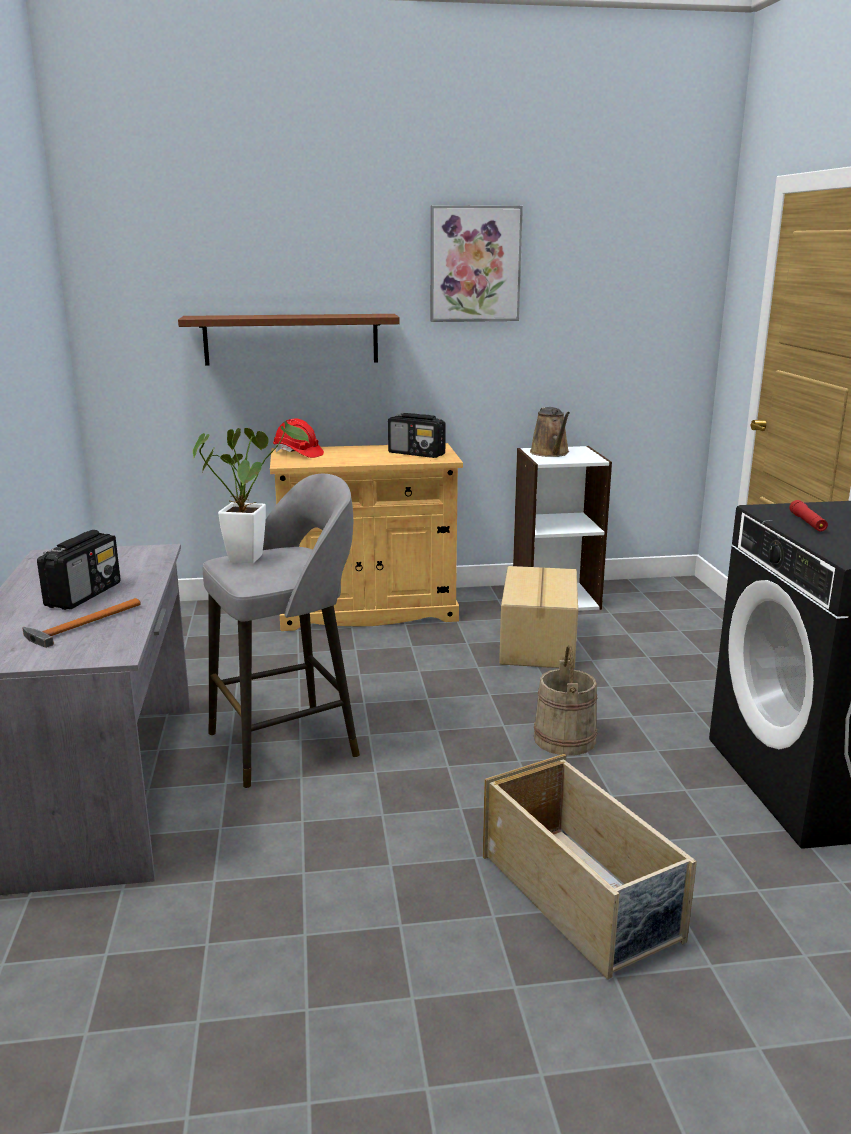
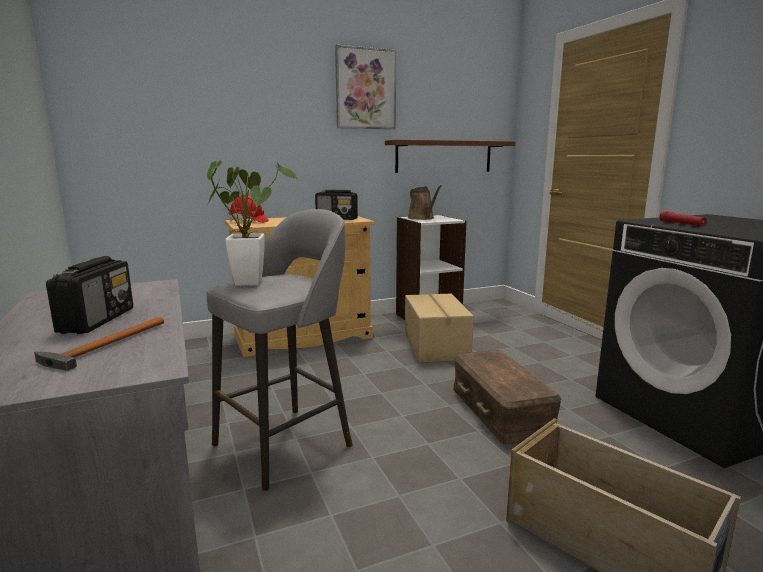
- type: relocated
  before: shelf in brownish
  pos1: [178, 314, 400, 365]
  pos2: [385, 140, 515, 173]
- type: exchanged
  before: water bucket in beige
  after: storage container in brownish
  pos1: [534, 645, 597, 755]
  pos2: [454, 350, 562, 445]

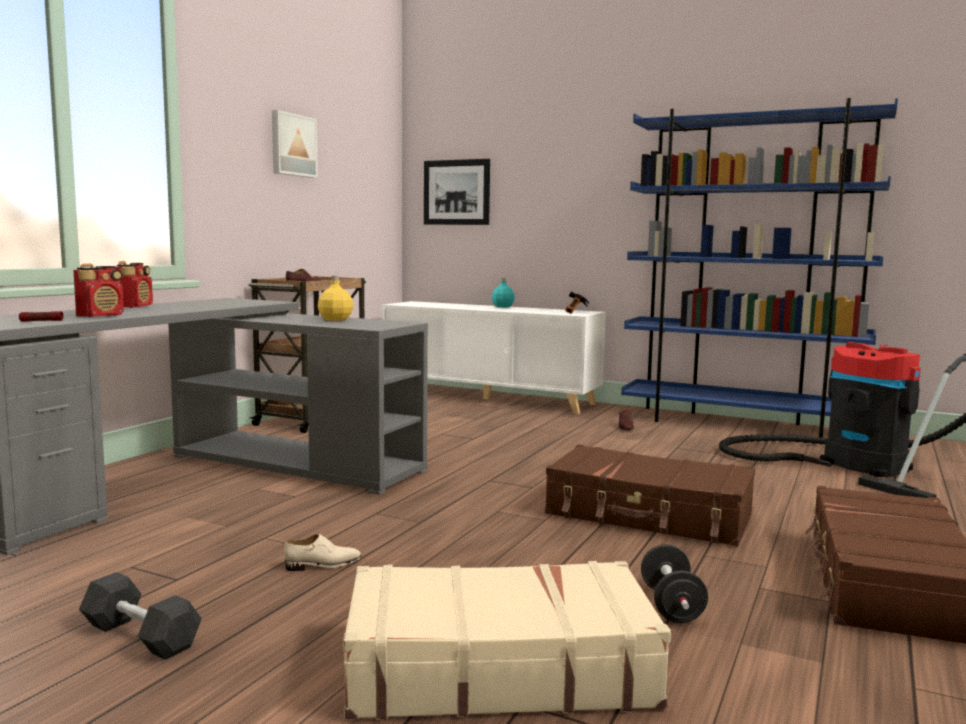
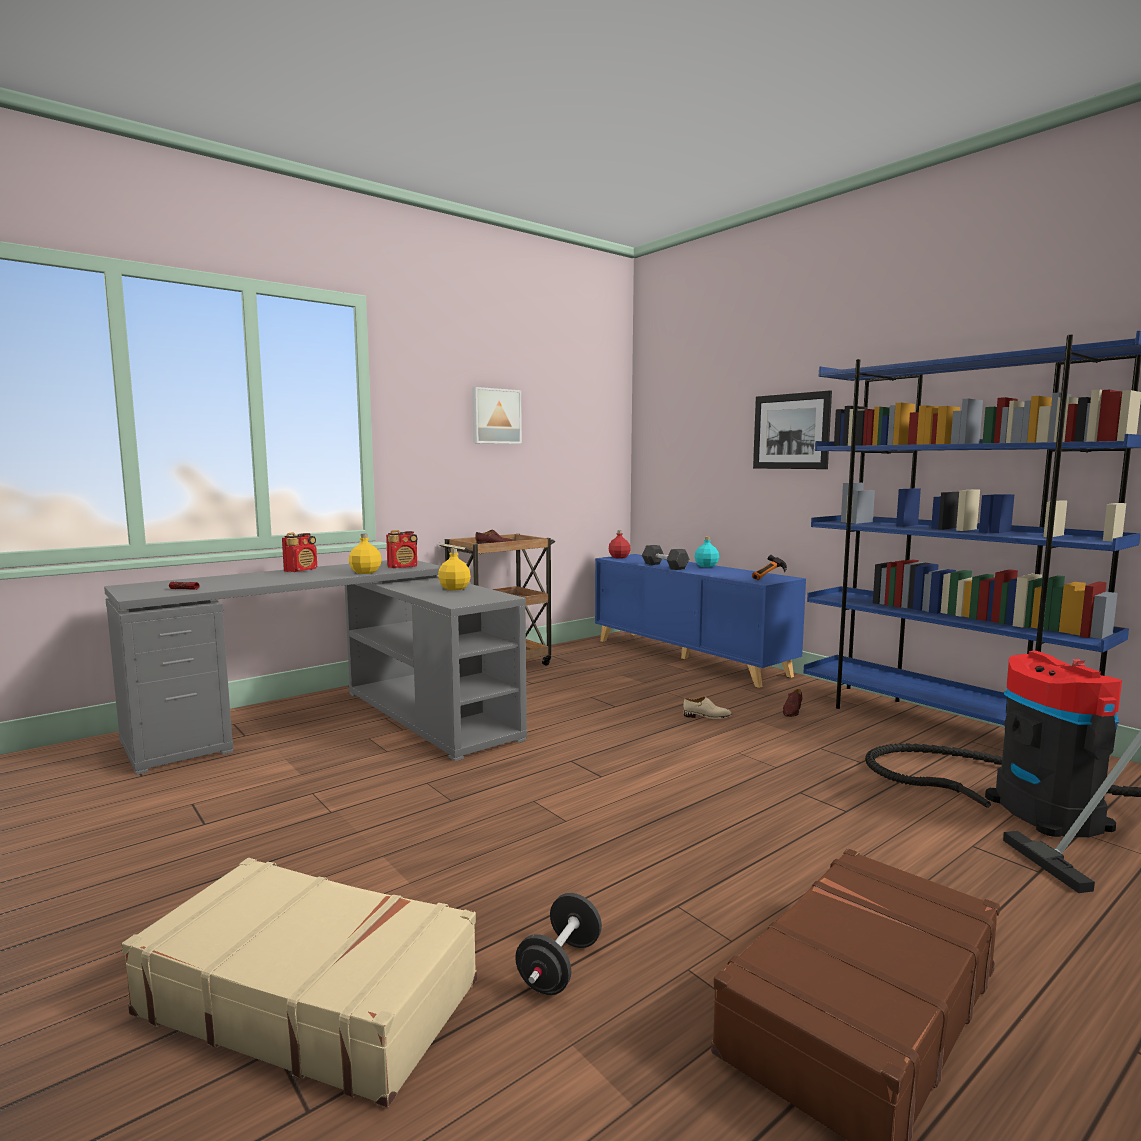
- type: missing
  before: suitcase in brownish
  pos1: [545, 444, 755, 547]
- type: appeared
  after: bottle in yellowish
  pos2: [349, 534, 382, 574]
- type: appeared
  after: bottle in red
  pos2: [609, 530, 631, 559]
- type: relocated
  before: radio set
  pos1: [73, 264, 124, 317]
  pos2: [386, 530, 418, 568]
- type: relocated
  before: dumbbell in greyish
  pos1: [79, 572, 202, 660]
  pos2: [642, 545, 689, 570]
- type: relocated
  before: shoe in beige
  pos1: [284, 534, 361, 571]
  pos2: [683, 697, 732, 719]
- type: relocated
  before: picture
  pos1: [424, 159, 490, 225]
  pos2: [753, 391, 832, 469]
- type: colour
  before: storage cabinet in white-coloured
  after: storage cabinet in bluish
  pos1: [381, 301, 606, 414]
  pos2: [595, 554, 806, 688]

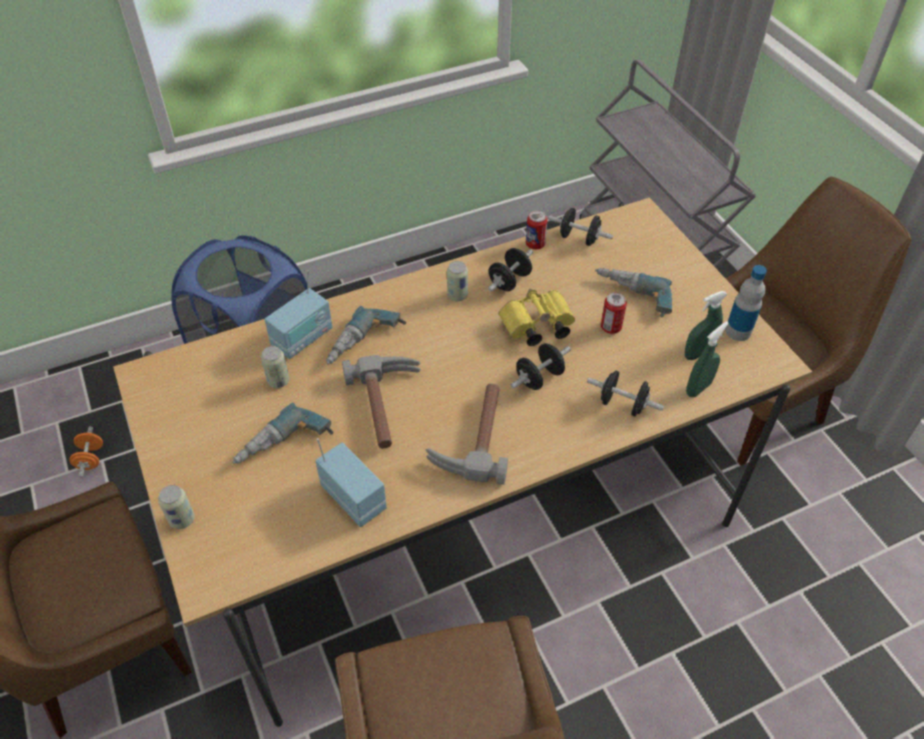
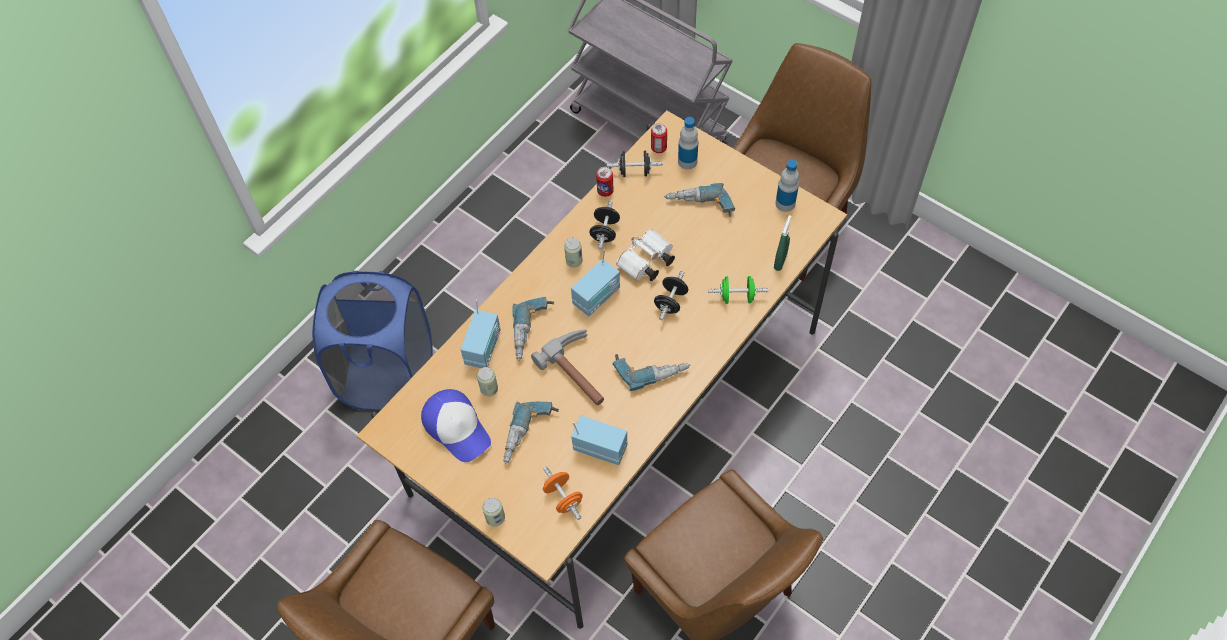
- type: missing
  before: sprayer in green-coloured
  pos1: [685, 291, 727, 360]
- type: appeared
  after: cap
  pos2: [421, 389, 491, 462]
- type: appeared
  after: radio set
  pos2: [571, 249, 620, 316]
- type: appeared
  after: bottle
  pos2: [678, 117, 698, 169]
- type: relocated
  before: dumbbell in orange-coloured
  pos1: [70, 426, 103, 477]
  pos2: [543, 466, 583, 520]
- type: relocated
  before: sealed can
  pos1: [601, 293, 627, 334]
  pos2: [651, 123, 667, 153]
- type: exchanged
  before: hand hammer
  after: drill
  pos1: [426, 383, 508, 485]
  pos2: [613, 354, 691, 391]
- type: colour
  before: pair of binoculars in yellowish
  after: pair of binoculars in white-coloured
  pos1: [499, 289, 575, 346]
  pos2: [616, 229, 675, 281]
- type: colour
  before: dumbbell in blackish
  after: dumbbell in green-coloured
  pos1: [587, 371, 664, 416]
  pos2: [708, 276, 768, 304]

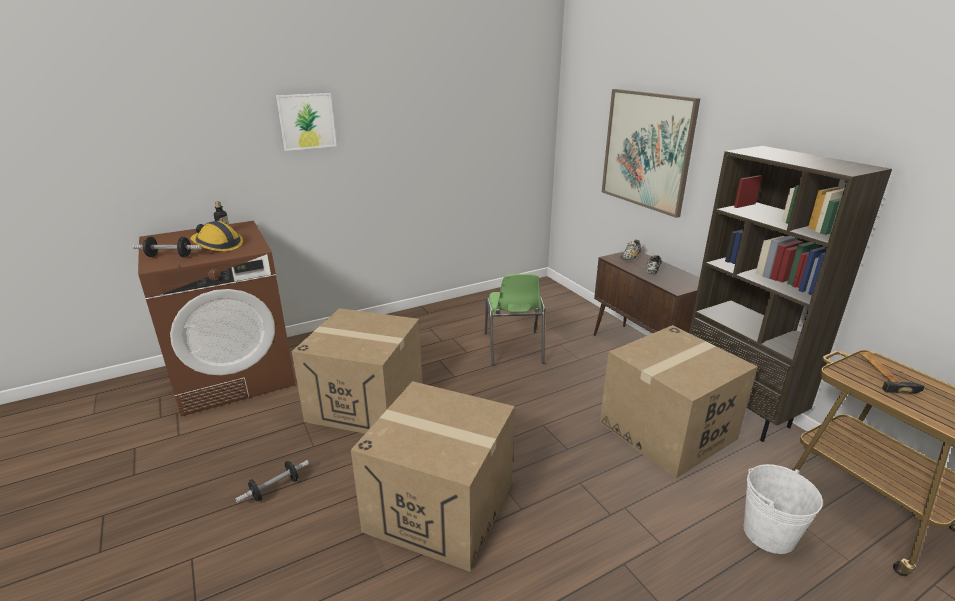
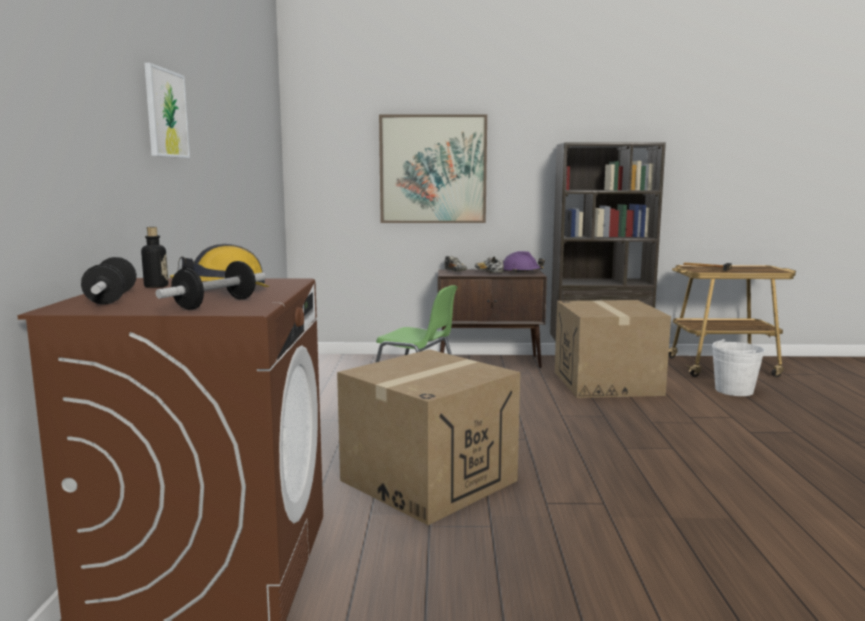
- type: missing
  before: cardboard box
  pos1: [351, 381, 515, 572]
- type: appeared
  after: hard hat in purplish
  pos2: [503, 251, 545, 273]
- type: relocated
  before: dumbbell
  pos1: [235, 460, 309, 503]
  pos2: [81, 257, 137, 305]

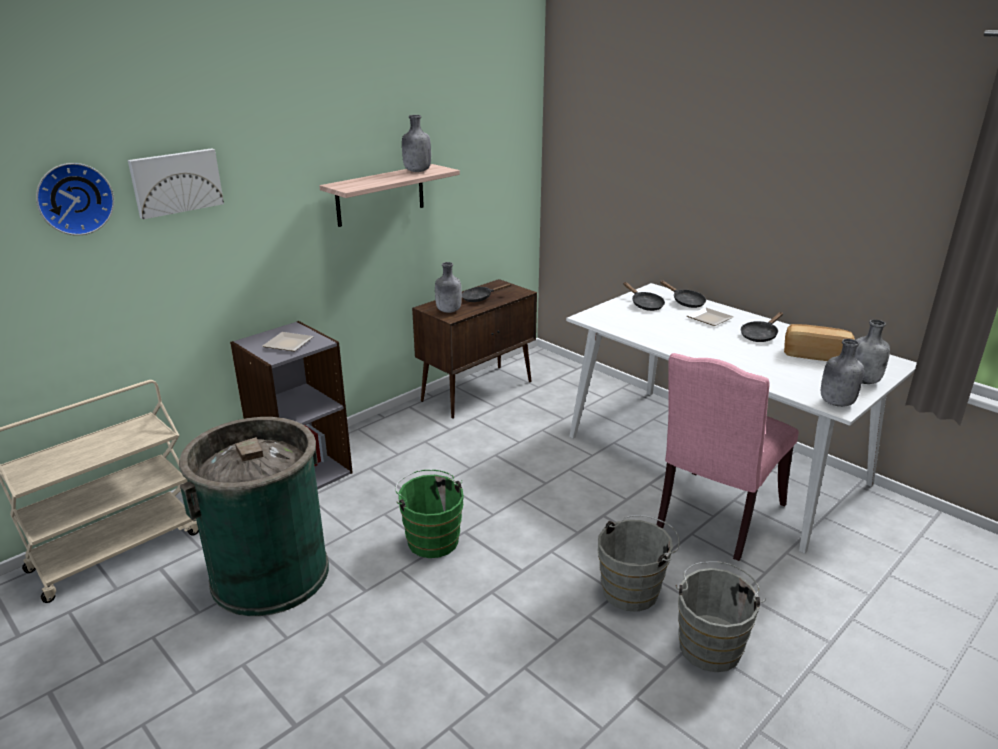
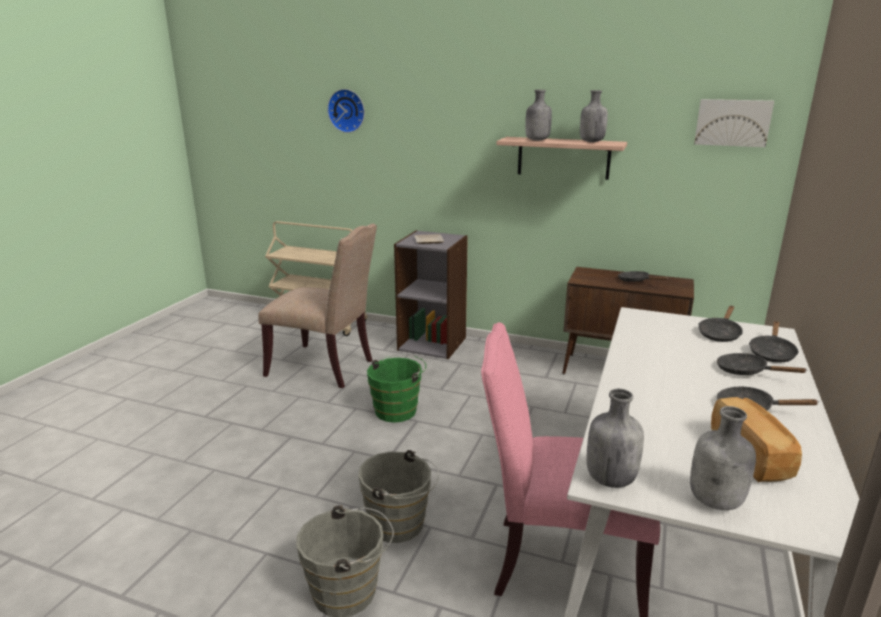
- type: relocated
  before: picture
  pos1: [128, 148, 224, 219]
  pos2: [694, 99, 774, 147]
- type: relocated
  before: bottle in greyish
  pos1: [435, 262, 462, 313]
  pos2: [525, 90, 552, 141]
- type: exchanged
  before: waste bin in green-coloured
  after: plain chair in beige
  pos1: [179, 417, 329, 616]
  pos2: [258, 224, 377, 388]
- type: exchanged
  before: plate
  after: frying pan in blackish
  pos1: [687, 308, 733, 326]
  pos2: [717, 353, 808, 375]

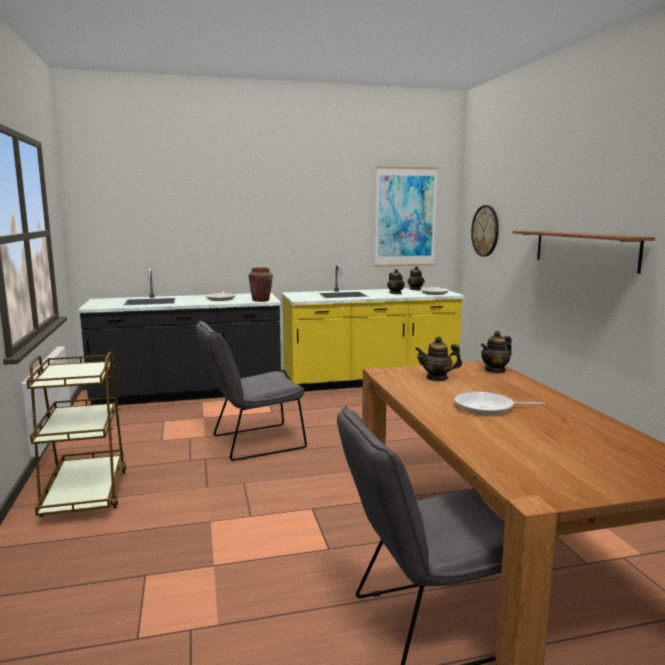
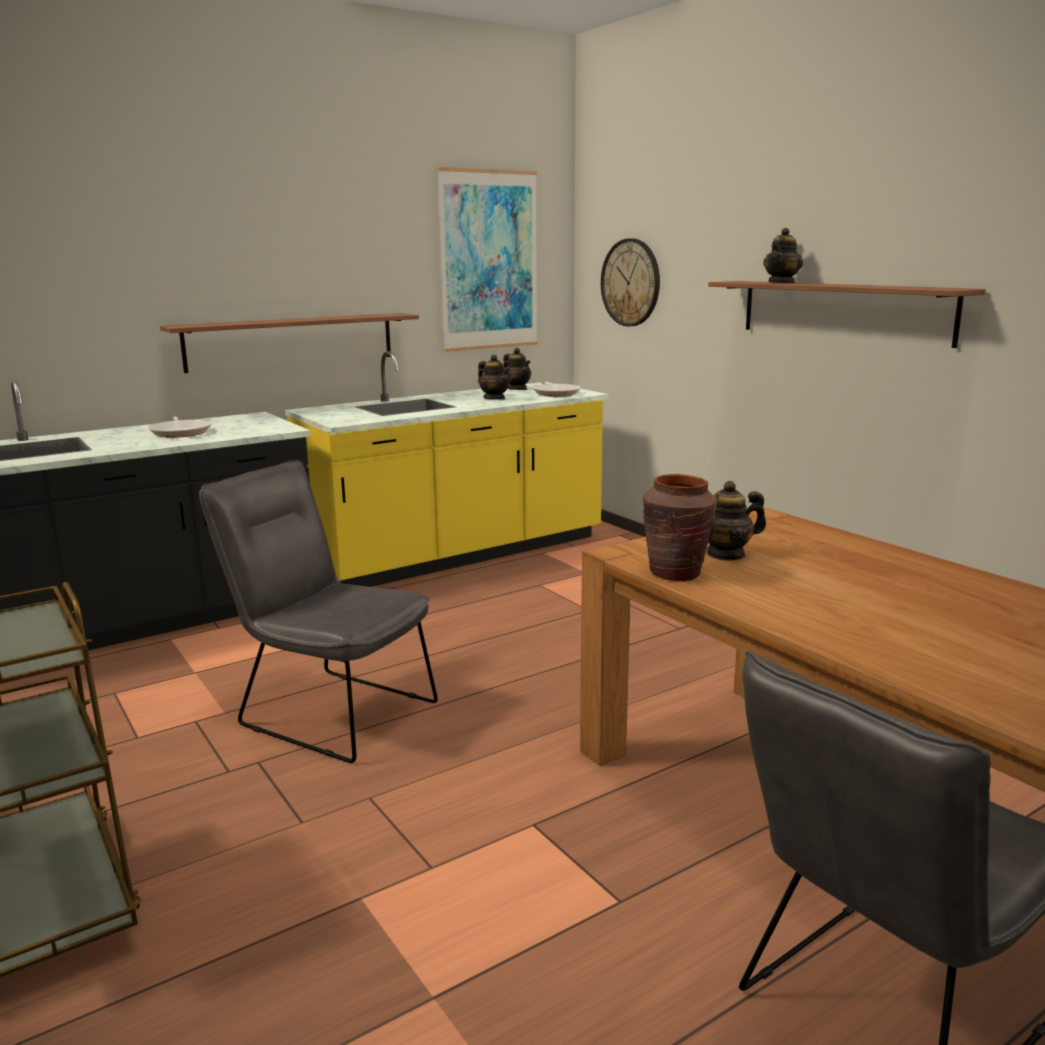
- type: missing
  before: frying pan
  pos1: [454, 392, 546, 415]
- type: appeared
  after: shelf
  pos2: [160, 313, 419, 373]
- type: relocated
  before: vase in brownish
  pos1: [249, 267, 273, 302]
  pos2: [643, 474, 717, 581]
- type: relocated
  before: pot for tea
  pos1: [481, 331, 512, 373]
  pos2: [763, 228, 803, 284]
- type: spun
  before: plain chair in greyish
  pos1: [196, 320, 307, 461]
  pos2: [199, 460, 438, 763]
  turn: 75

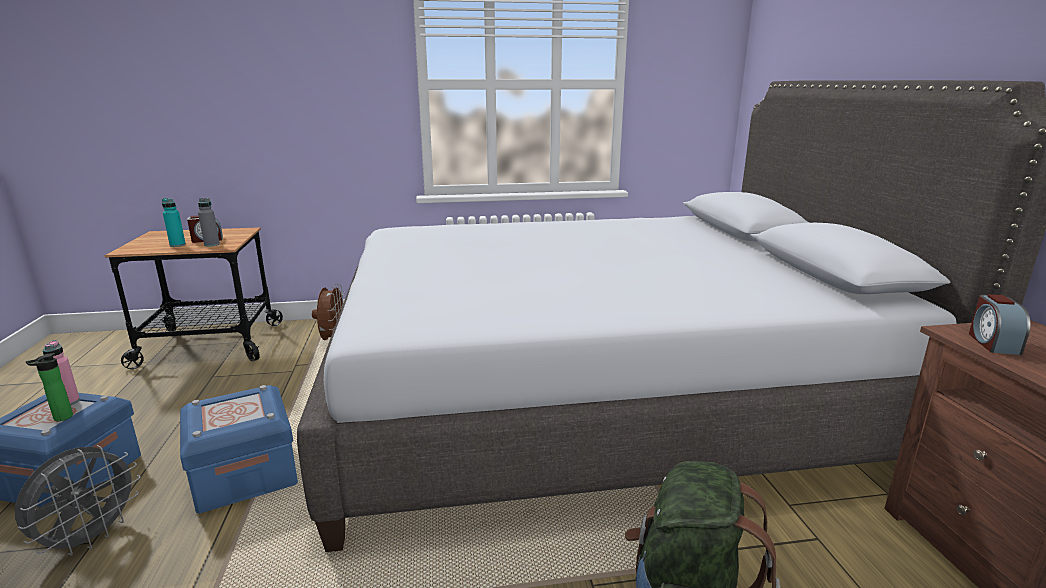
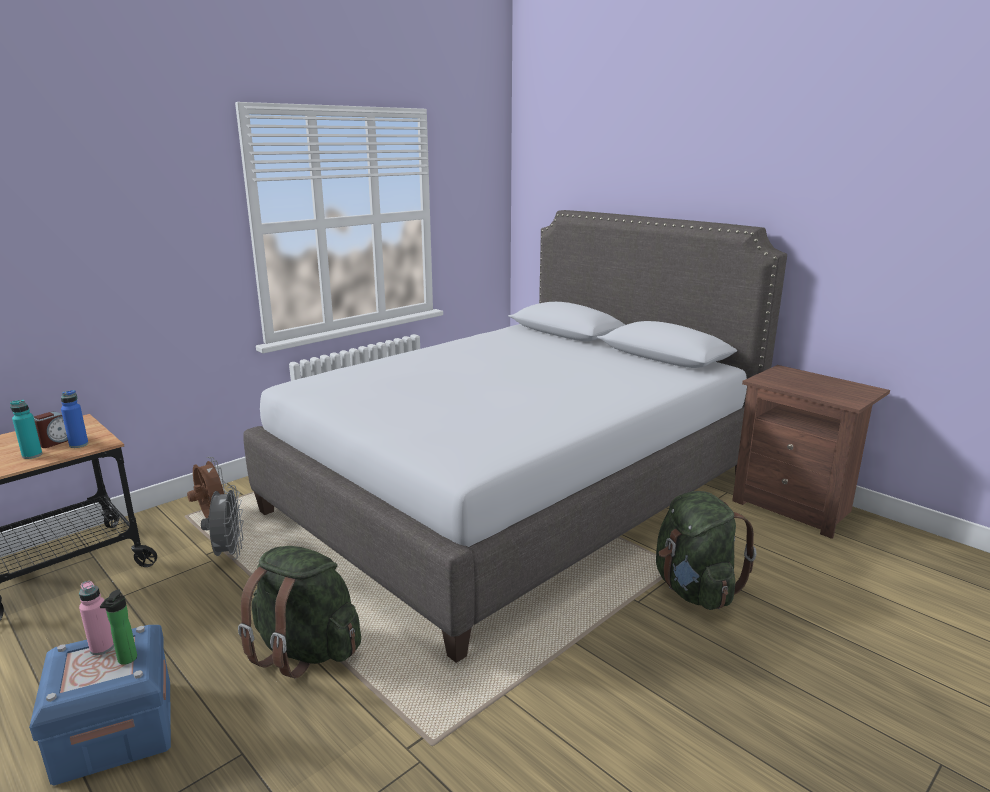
- type: missing
  before: bedside clock
  pos1: [969, 294, 1031, 355]
- type: relocated
  before: fan in greyish
  pos1: [15, 445, 140, 556]
  pos2: [201, 485, 244, 559]
- type: exchanged
  before: storage container in bluish
  after: knapsack in green-coloured
  pos1: [180, 385, 298, 514]
  pos2: [238, 546, 361, 678]
- type: colour
  before: bottle in greyish
  after: bottle in bluish
  pos1: [198, 198, 220, 247]
  pos2: [61, 390, 88, 448]

